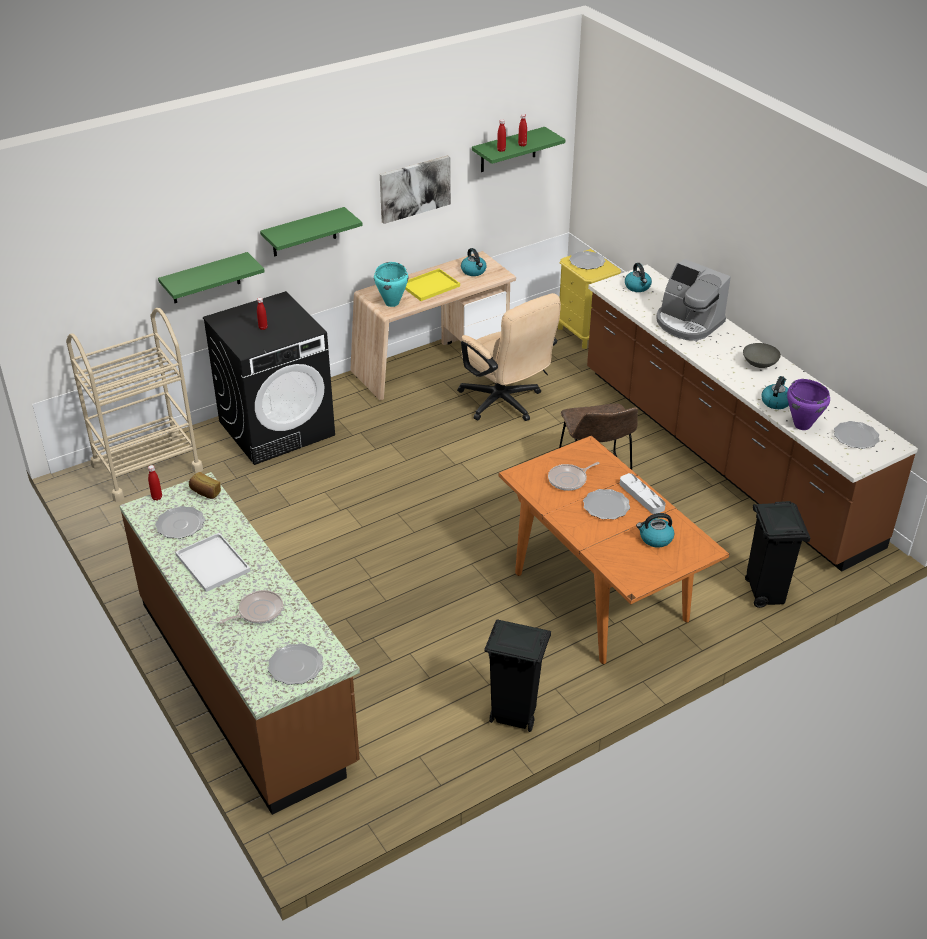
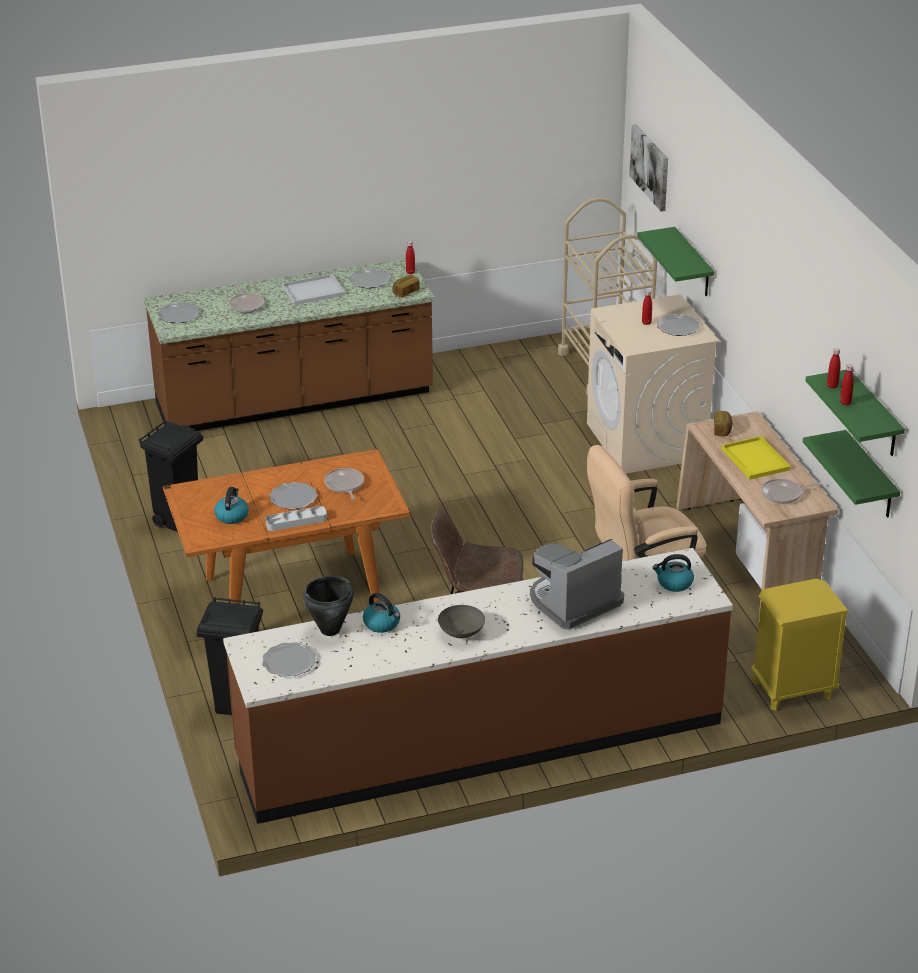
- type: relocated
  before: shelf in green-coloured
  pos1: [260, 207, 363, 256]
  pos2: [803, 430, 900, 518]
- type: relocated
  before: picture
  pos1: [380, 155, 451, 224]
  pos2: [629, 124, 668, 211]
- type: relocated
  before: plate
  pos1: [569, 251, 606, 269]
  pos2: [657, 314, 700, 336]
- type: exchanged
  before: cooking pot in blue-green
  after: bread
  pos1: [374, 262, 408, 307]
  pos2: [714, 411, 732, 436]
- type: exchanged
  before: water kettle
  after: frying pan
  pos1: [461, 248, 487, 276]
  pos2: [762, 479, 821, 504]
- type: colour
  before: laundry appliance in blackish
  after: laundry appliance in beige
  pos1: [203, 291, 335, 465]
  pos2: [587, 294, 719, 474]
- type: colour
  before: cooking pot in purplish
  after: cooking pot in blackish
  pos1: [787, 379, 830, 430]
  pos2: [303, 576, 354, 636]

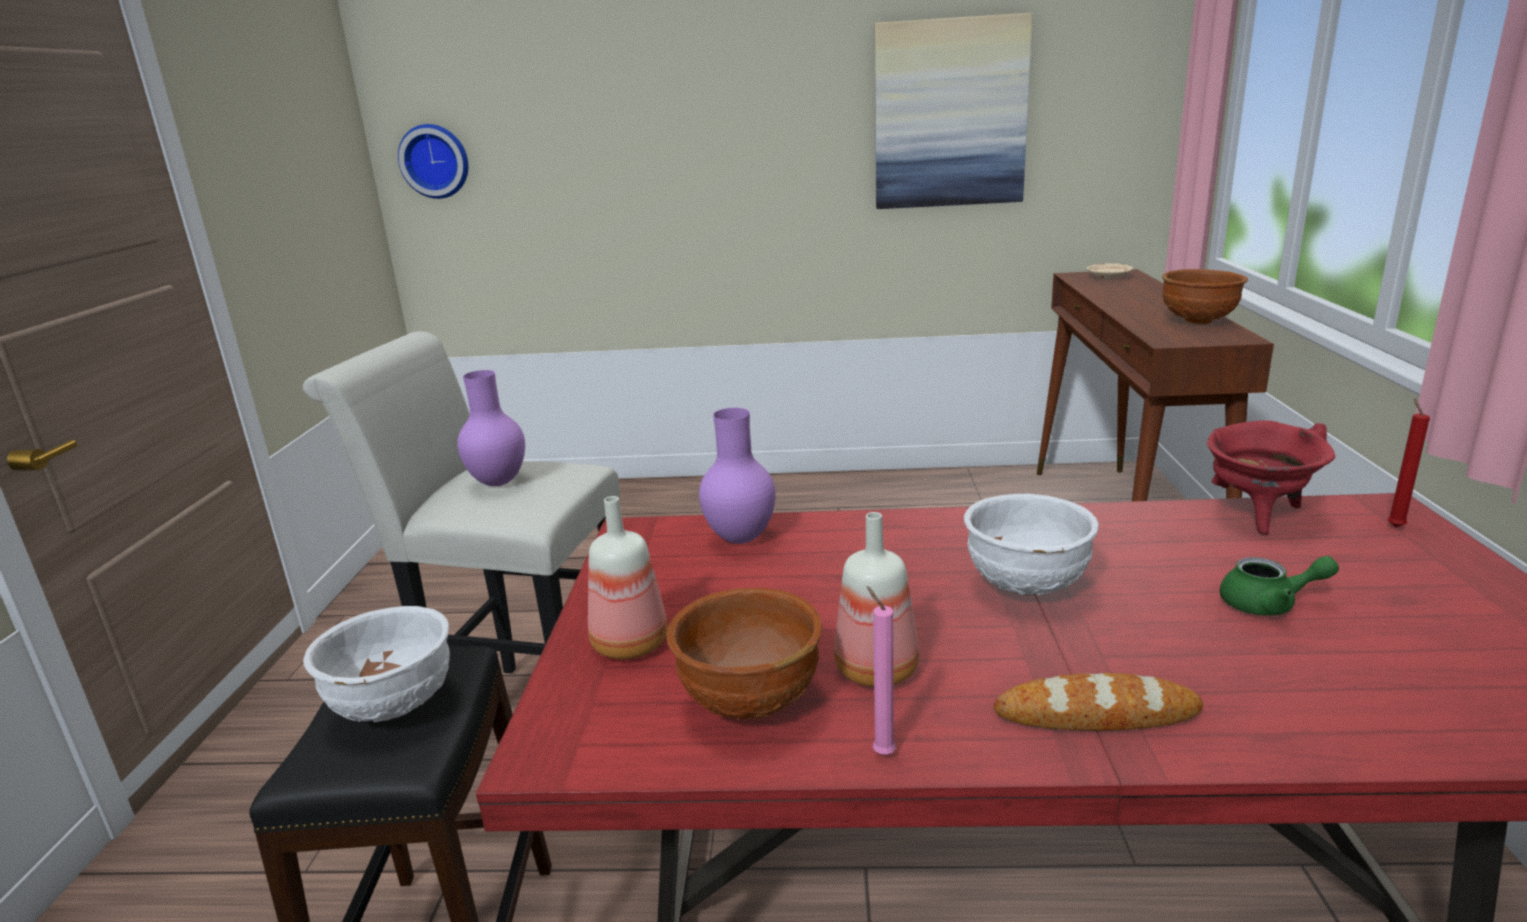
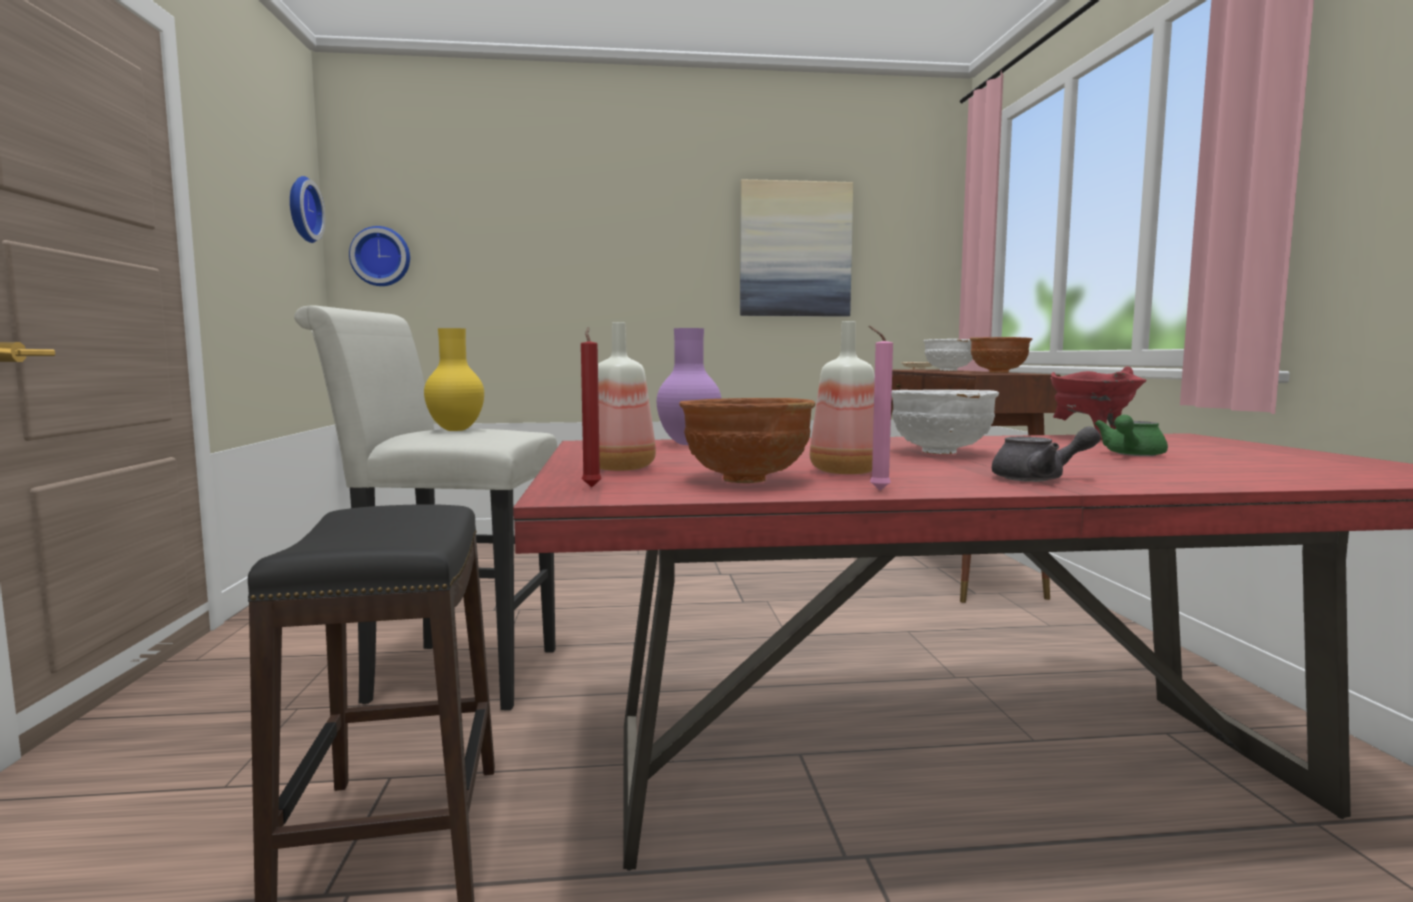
- type: appeared
  after: hanging clock
  pos2: [290, 176, 325, 243]
- type: relocated
  before: deep dish in white-coloured
  pos1: [303, 606, 450, 722]
  pos2: [923, 339, 973, 371]
- type: relocated
  before: wax light in red
  pos1: [1387, 398, 1430, 527]
  pos2: [581, 327, 602, 487]
- type: exchanged
  before: bread
  after: pot for tea in greyish
  pos1: [994, 673, 1203, 731]
  pos2: [992, 426, 1101, 482]
- type: colour
  before: vase in purplish
  after: vase in yellowish
  pos1: [457, 370, 525, 486]
  pos2: [424, 328, 484, 431]
- type: spun
  before: pot for tea in green-coloured
  pos1: [1220, 556, 1339, 616]
  pos2: [1094, 414, 1168, 456]
  turn: 135

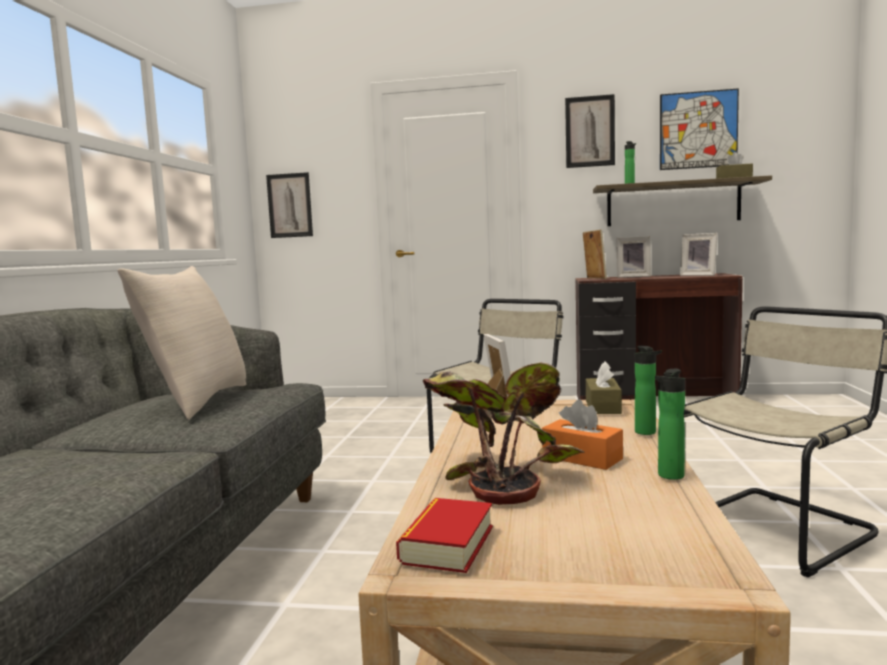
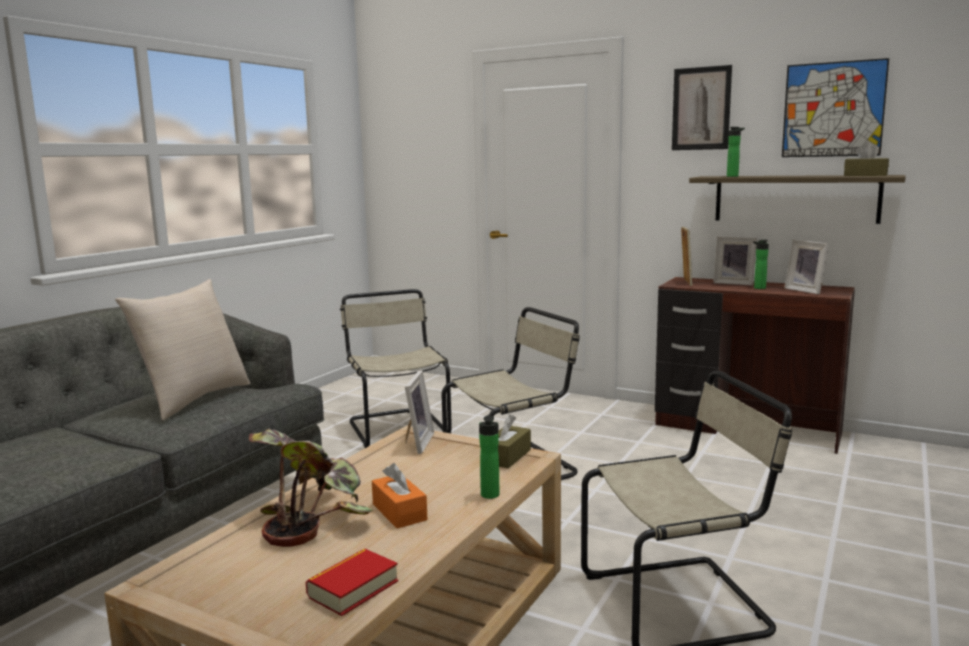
- type: missing
  before: picture
  pos1: [266, 172, 313, 238]
- type: appeared
  after: plain chair in beige
  pos2: [340, 289, 452, 448]
- type: relocated
  before: volume
  pos1: [396, 498, 493, 573]
  pos2: [306, 549, 398, 616]
- type: relocated
  before: bottle
  pos1: [655, 369, 685, 480]
  pos2: [753, 240, 769, 289]

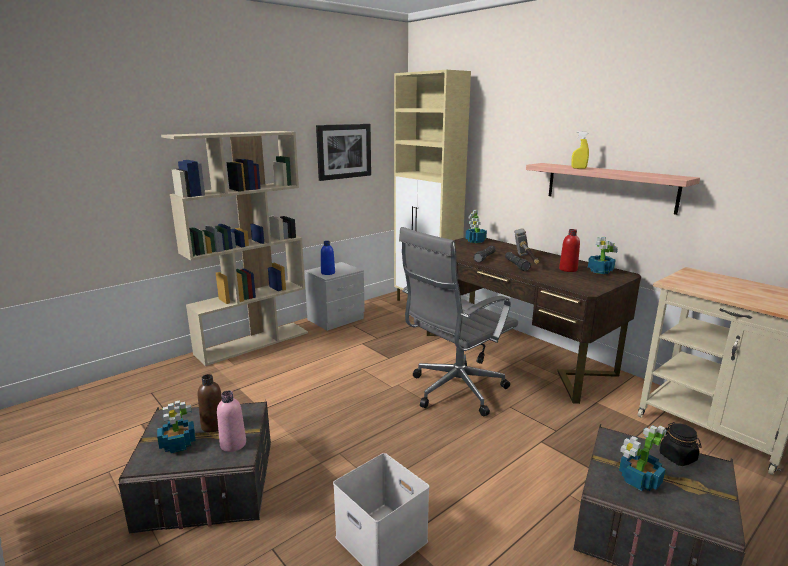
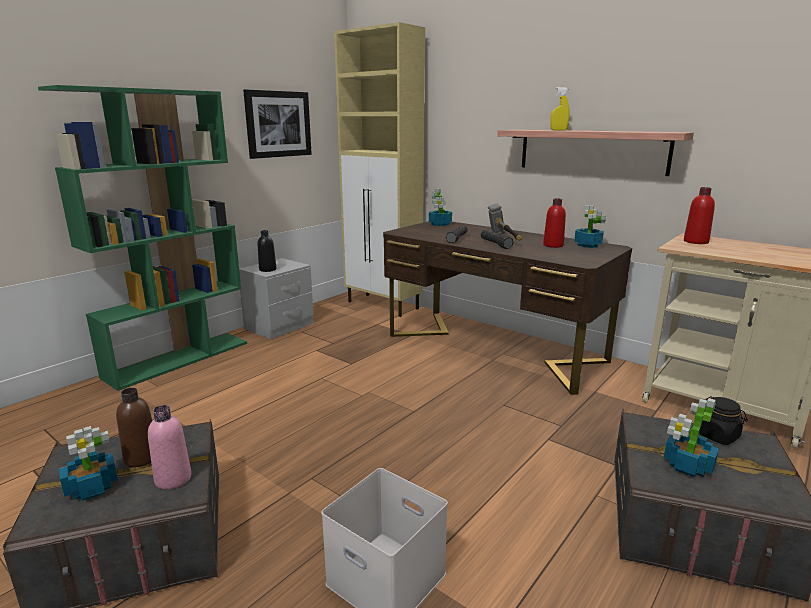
- type: missing
  before: computer chair in greyish
  pos1: [399, 227, 518, 416]
- type: appeared
  after: bottle in red
  pos2: [684, 187, 715, 244]
- type: colour
  before: bookshelf in beige
  after: bookshelf in green-coloured
  pos1: [161, 131, 308, 366]
  pos2: [38, 85, 247, 391]
- type: colour
  before: bottle in bluish
  after: bottle in blackish
  pos1: [321, 241, 335, 275]
  pos2: [258, 230, 276, 272]

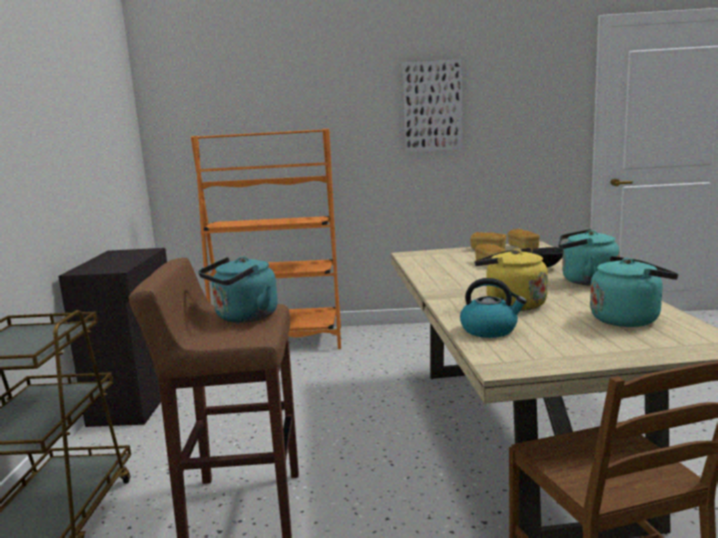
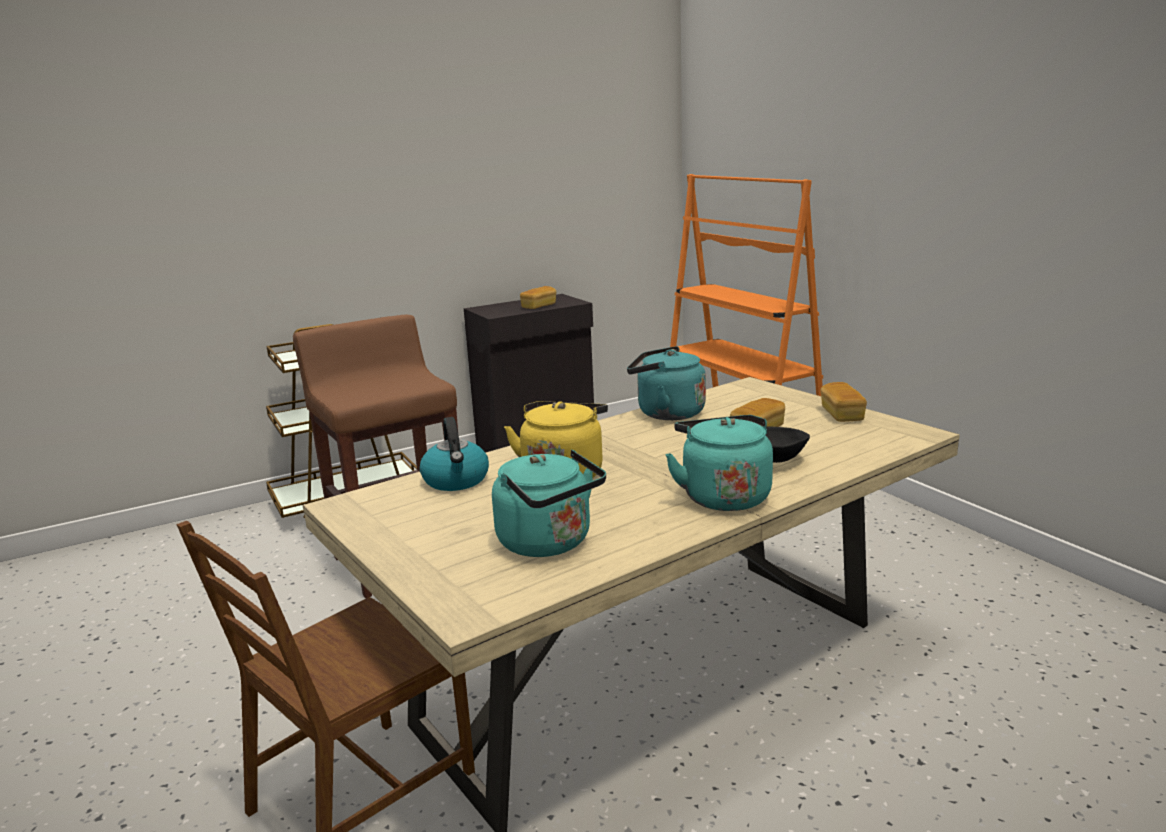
- type: missing
  before: picture
  pos1: [402, 59, 463, 153]
- type: relocated
  before: water kettle in blue-green
  pos1: [198, 256, 278, 323]
  pos2: [627, 346, 706, 420]
- type: relocated
  before: bread
  pos1: [507, 229, 540, 249]
  pos2: [520, 286, 556, 309]

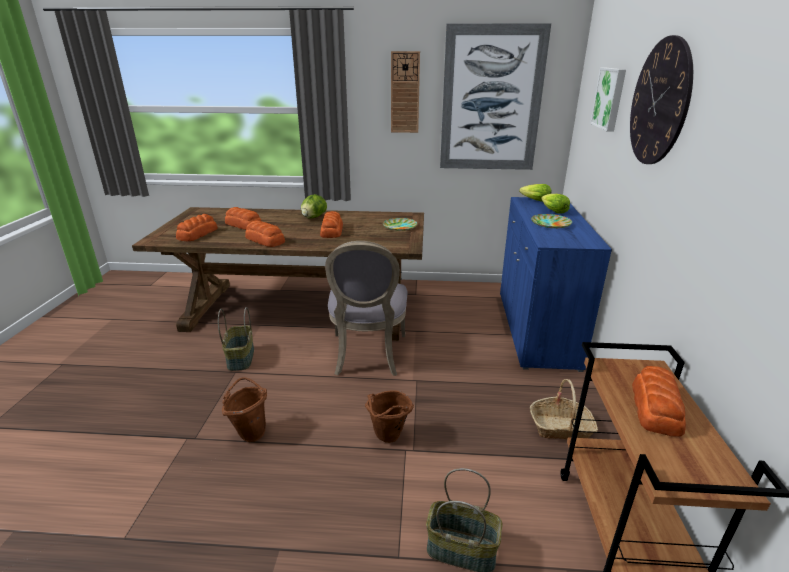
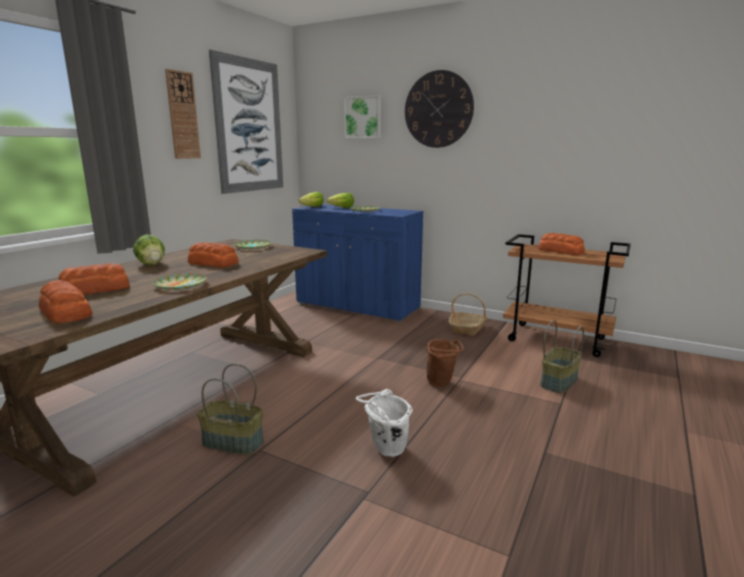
- type: missing
  before: plain chair in greyish
  pos1: [325, 241, 408, 376]
- type: exchanged
  before: bread
  after: plate
  pos1: [245, 220, 285, 247]
  pos2: [153, 274, 207, 290]
- type: colour
  before: water bucket in brownish
  after: water bucket in white-coloured
  pos1: [222, 377, 267, 442]
  pos2: [356, 389, 413, 457]

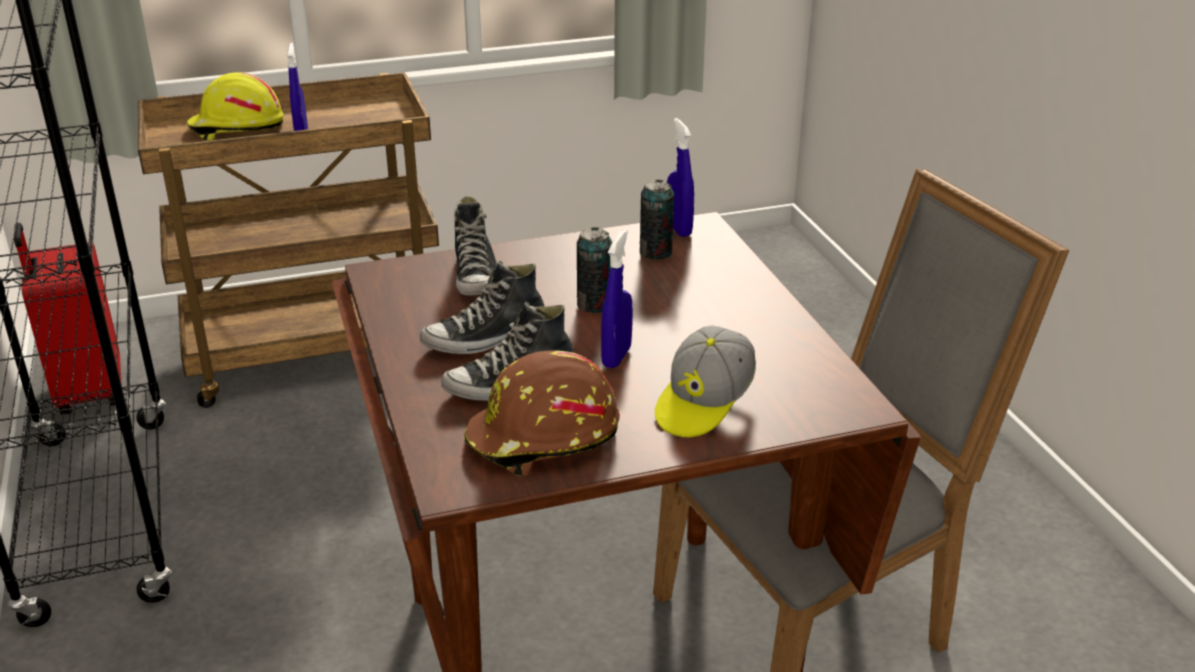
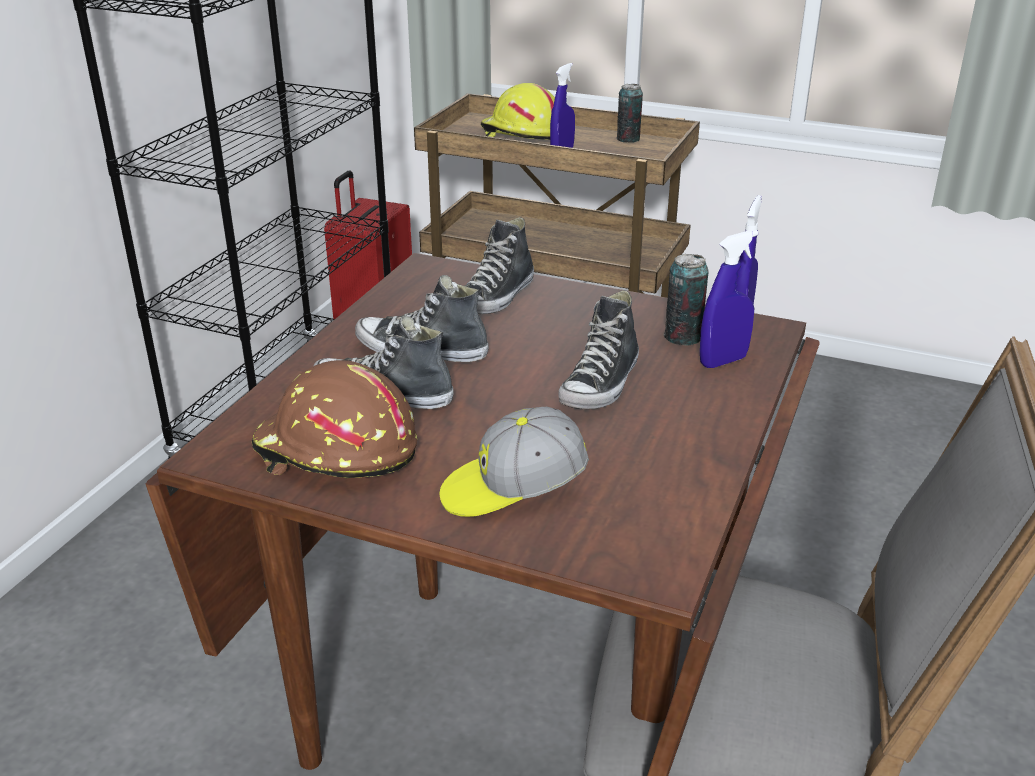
- type: appeared
  after: shoe
  pos2: [558, 290, 639, 409]
- type: relocated
  before: sealed can
  pos1: [577, 227, 612, 313]
  pos2: [616, 84, 643, 143]
- type: relocated
  before: sprayer in bluish
  pos1: [601, 229, 633, 368]
  pos2: [700, 230, 758, 368]

